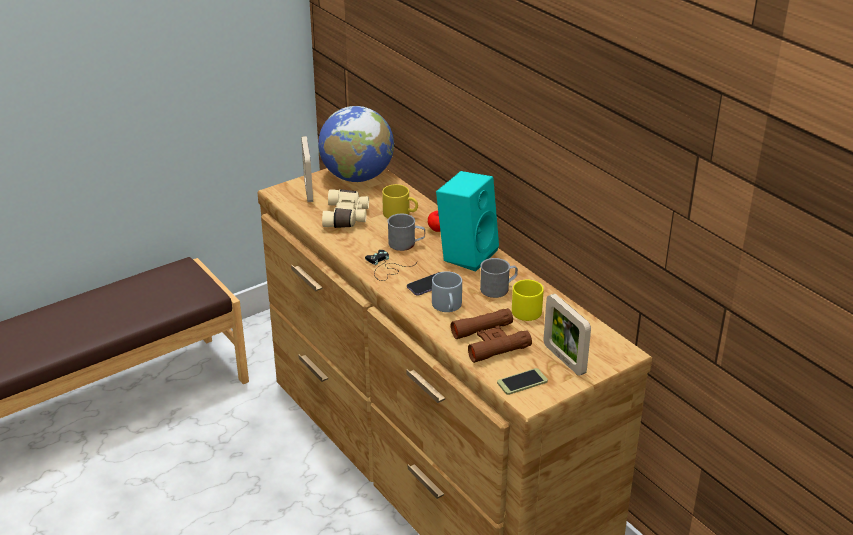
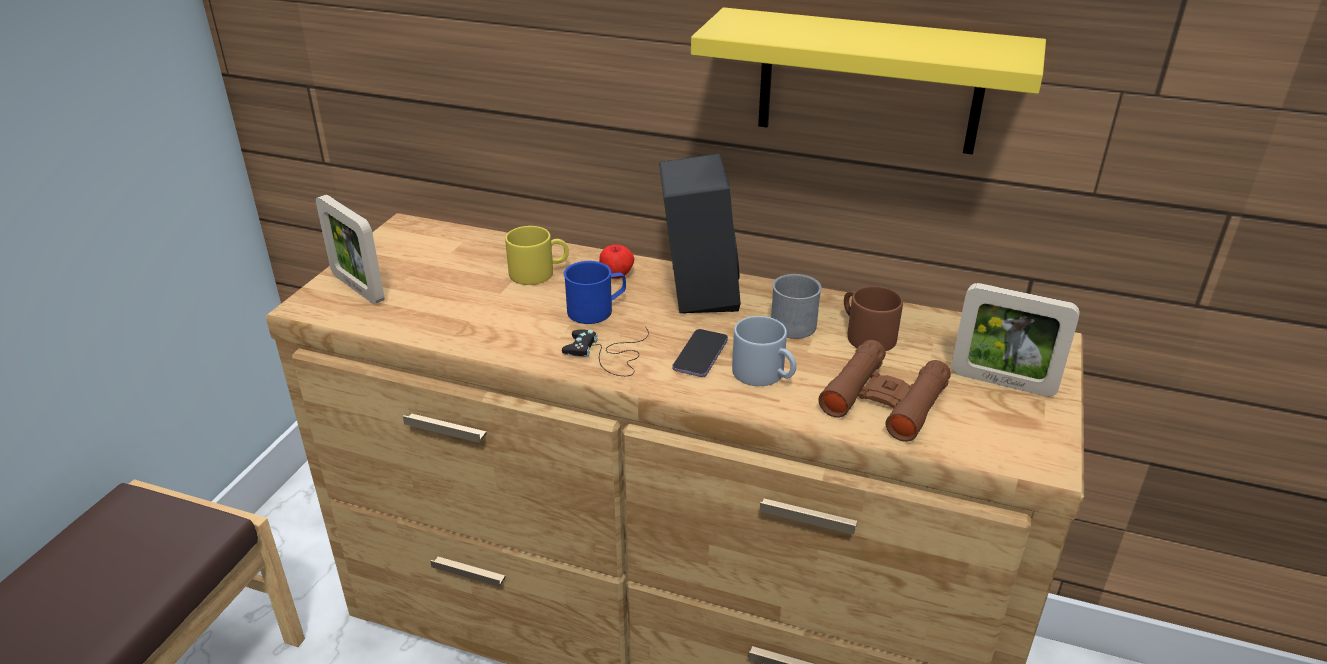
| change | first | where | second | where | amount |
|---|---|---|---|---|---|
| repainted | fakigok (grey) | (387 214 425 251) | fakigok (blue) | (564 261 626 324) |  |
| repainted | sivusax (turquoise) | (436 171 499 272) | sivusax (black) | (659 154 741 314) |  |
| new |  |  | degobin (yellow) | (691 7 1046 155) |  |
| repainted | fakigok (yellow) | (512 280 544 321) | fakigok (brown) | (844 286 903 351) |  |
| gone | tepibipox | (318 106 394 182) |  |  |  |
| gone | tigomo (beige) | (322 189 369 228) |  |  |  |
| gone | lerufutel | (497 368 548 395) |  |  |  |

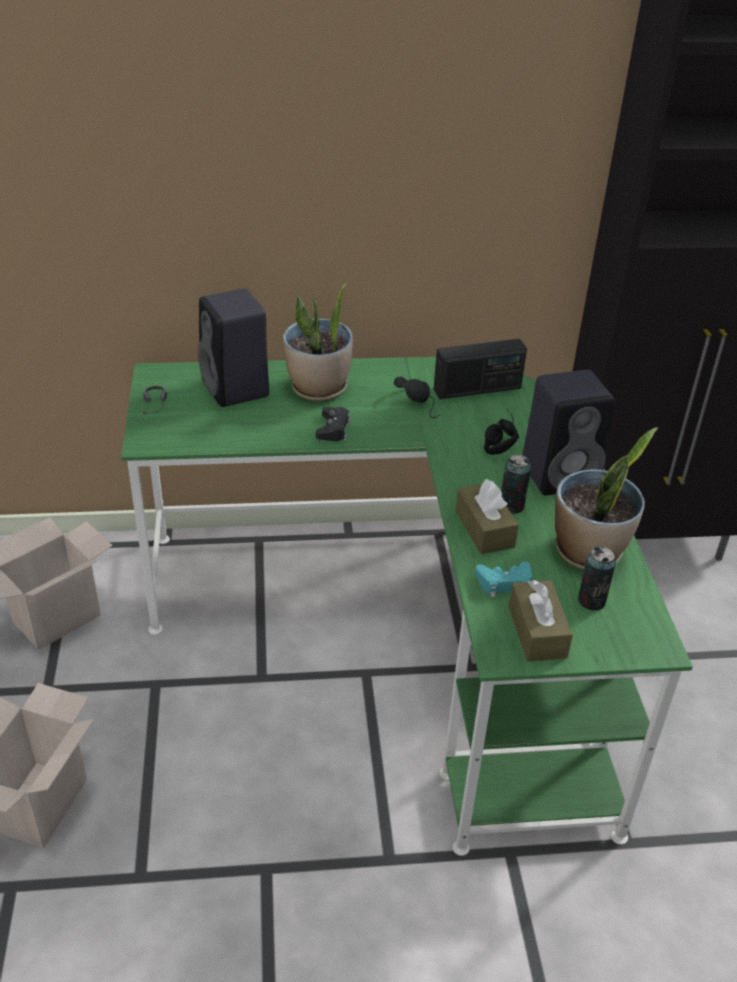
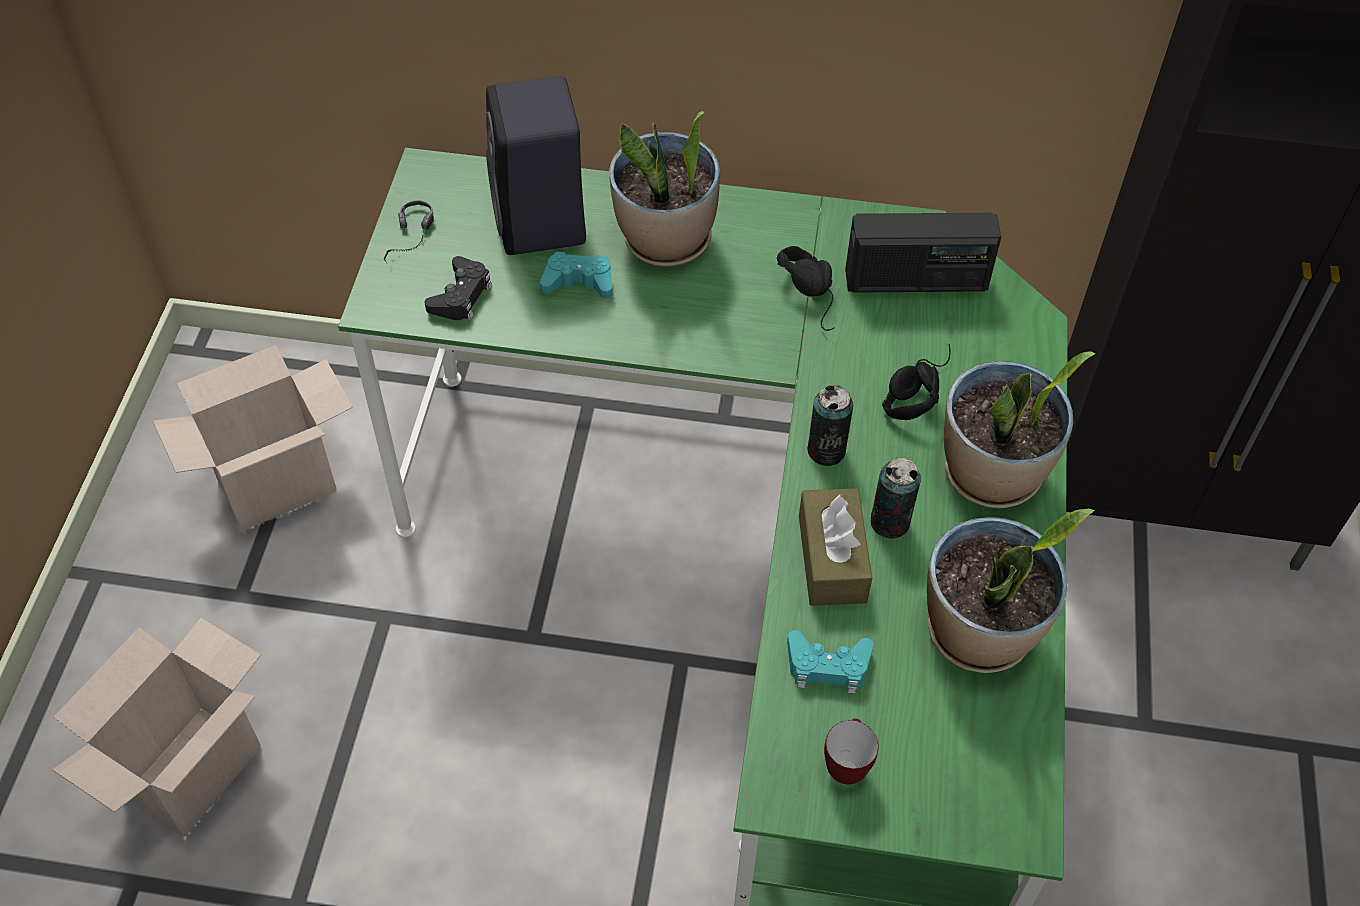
| change | first | where | second | where | amount |
|---|---|---|---|---|---|
| shifted | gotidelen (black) | (316 407 350 441) |  | (425 256 492 320) |  |
| new |  |  | gotidelen (turquoise) | (540 252 612 298) |  |
| shifted | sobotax | (578 546 616 610) |  | (807 385 853 466) |  |
| swapped | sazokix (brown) | (509 580 573 662) | fakigok | (824 718 879 784) |  |
| swapped | sivusax (black) | (522 369 615 495) | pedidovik | (944 351 1096 509) |  |

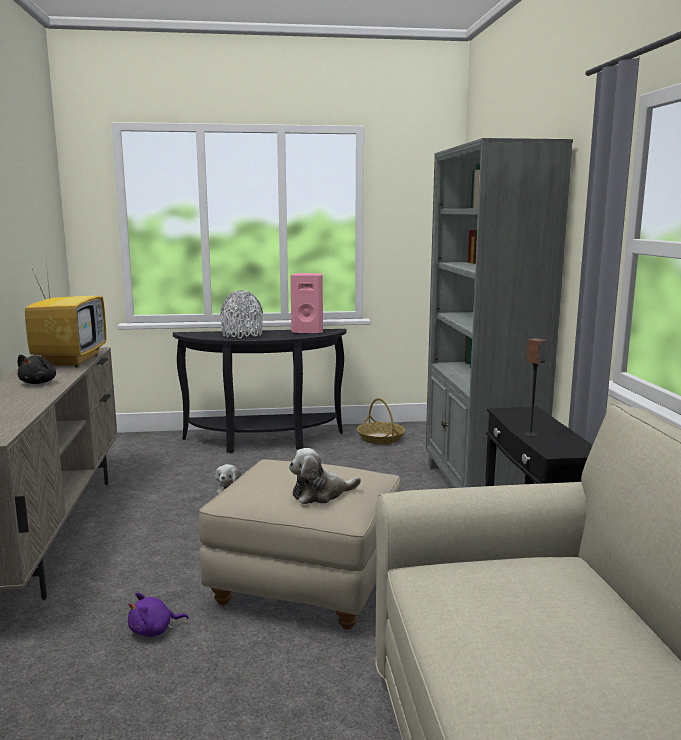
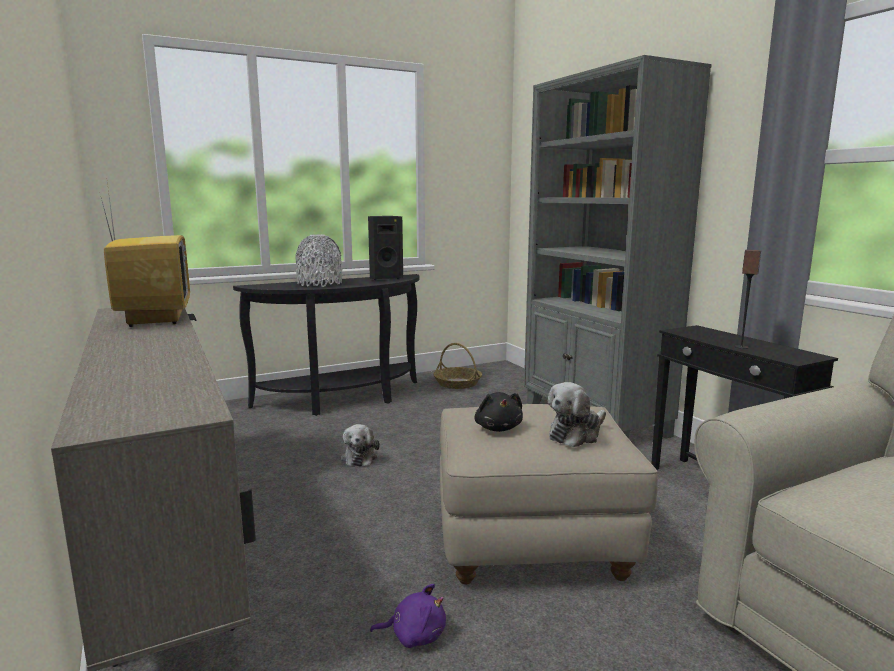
| change | first | where | second | where | amount |
|---|---|---|---|---|---|
| repainted | sivusax (pink) | (290 273 323 334) | sivusax (black) | (368 216 403 280) |  |
| rotated | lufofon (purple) | (128 592 189 637) |  | (370 584 446 648) | 135 degrees counterclockwise |
| shifted | lufofon (black) | (17 355 56 384) |  | (474 392 523 432) |  |

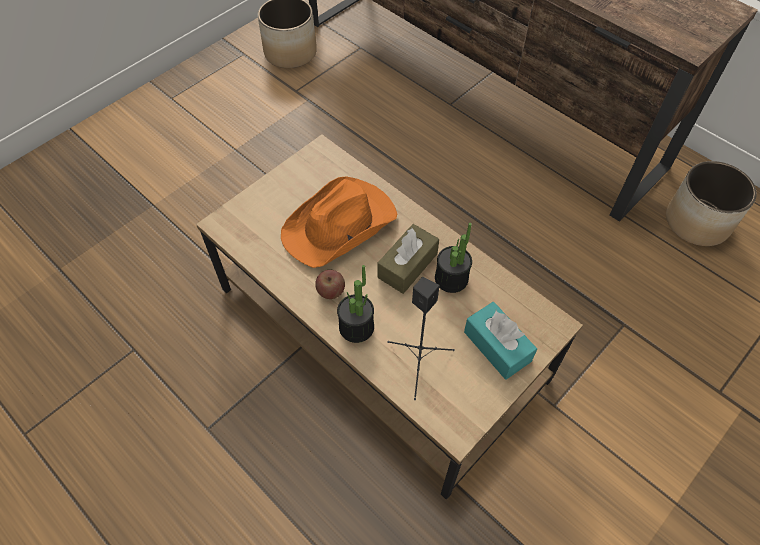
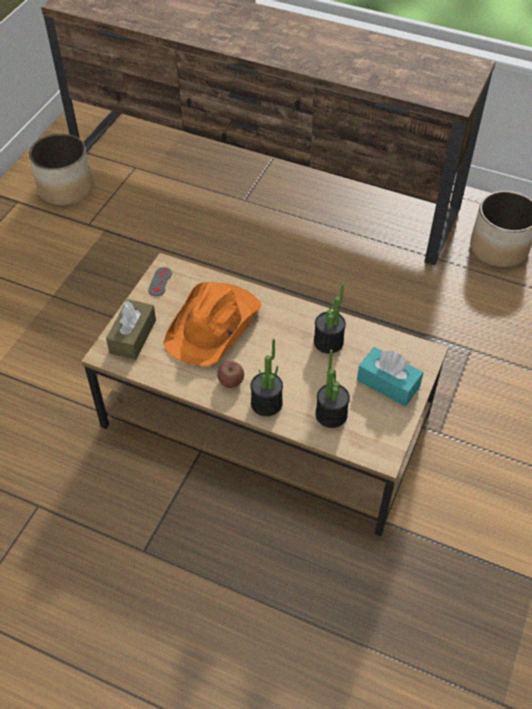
| change | first | where | second | where | amount |
|---|---|---|---|---|---|
| shifted | sazokix (brown) | (377 224 439 294) |  | (106 299 156 360) |  |
| new |  |  | gotidelen (grey) | (148 267 172 296) |  |
| swapped | sivusax (black) | (387 277 455 400) | pedidovik | (315 349 350 428) |  |

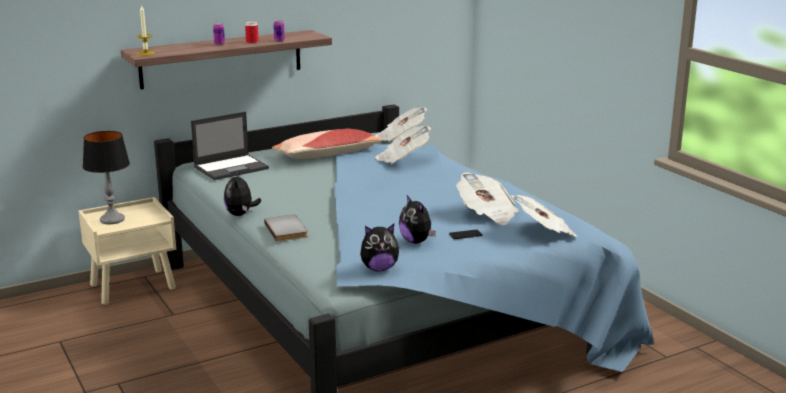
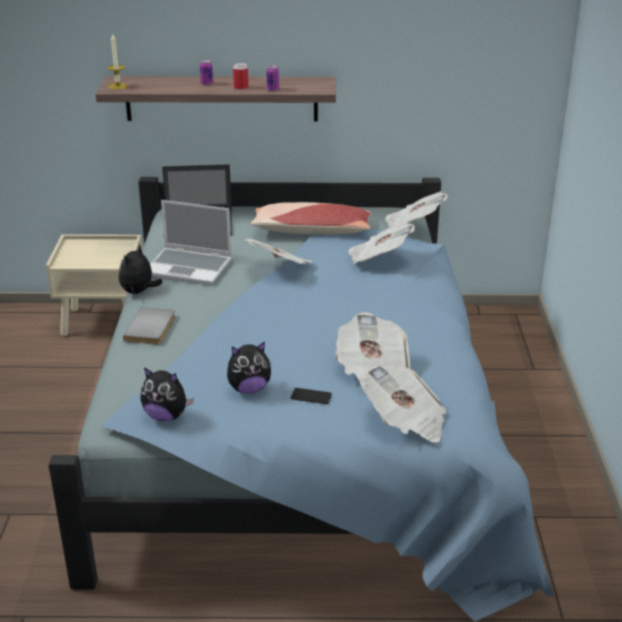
| change | first | where | second | where | amount |
|---|---|---|---|---|---|
| new |  |  | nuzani | (150 200 232 285) |  |
| rotated | lufofon | (399 195 436 243) |  | (227 341 271 394) | 105 degrees counterclockwise |
| new |  |  | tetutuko | (245 239 313 264) |  |
| gone | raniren | (82 131 130 224) |  |  |  |

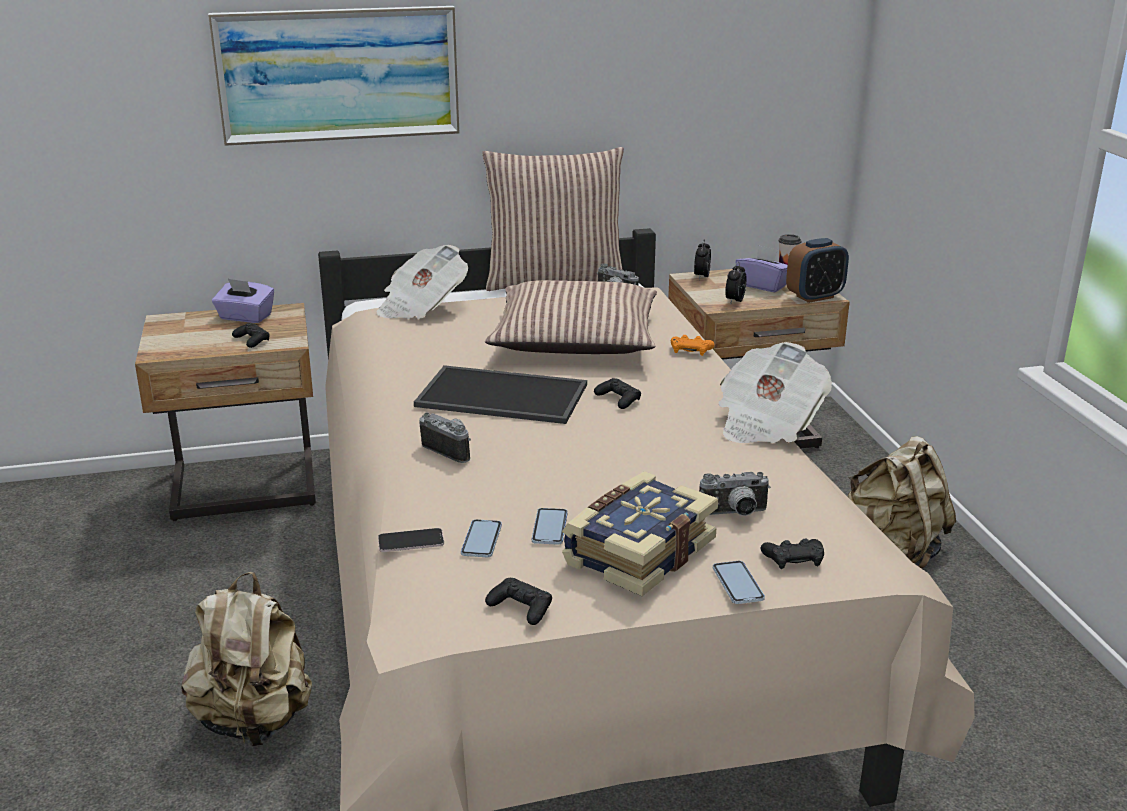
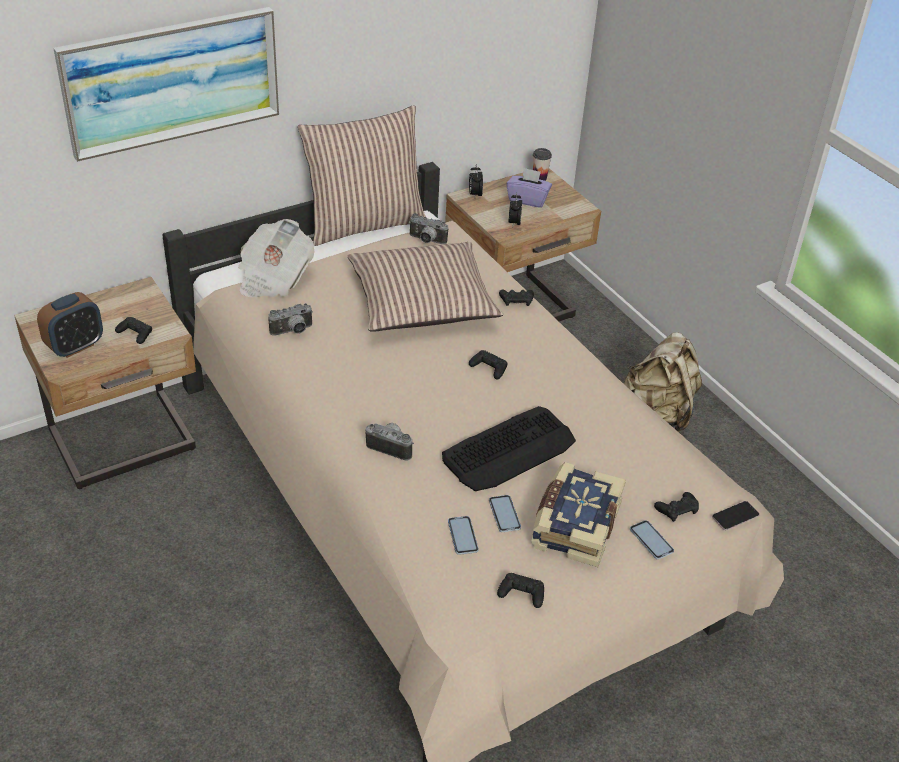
| change | first | where | second | where | amount |
|---|---|---|---|---|---|
| shifted | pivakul | (786 238 849 303) |  | (37 292 103 358) |  |
| shifted | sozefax | (699 472 770 516) |  | (268 303 313 336) |  |
| new |  |  | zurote | (442 406 576 491) |  |
| repainted | gotidelen (orange) | (671 335 715 356) | gotidelen (black) | (499 290 534 306) |  |
| shifted | lerufutel | (378 528 444 552) |  | (712 501 760 530) |  |
| gone | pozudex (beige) | (181 572 312 747) |  |  |  |
| gone | sazokix (purple) | (212 279 274 323) |  |  |  |
| gone | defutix | (414 365 587 424) |  |  |  |
| gone | tetutuko | (718 342 832 443) |  |  |  |

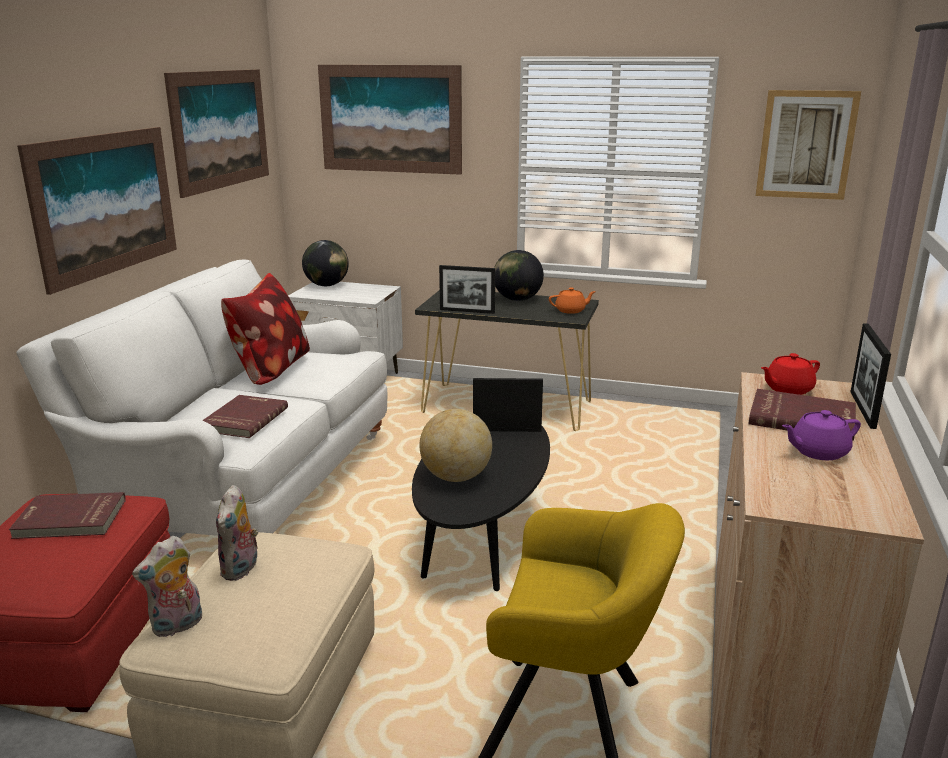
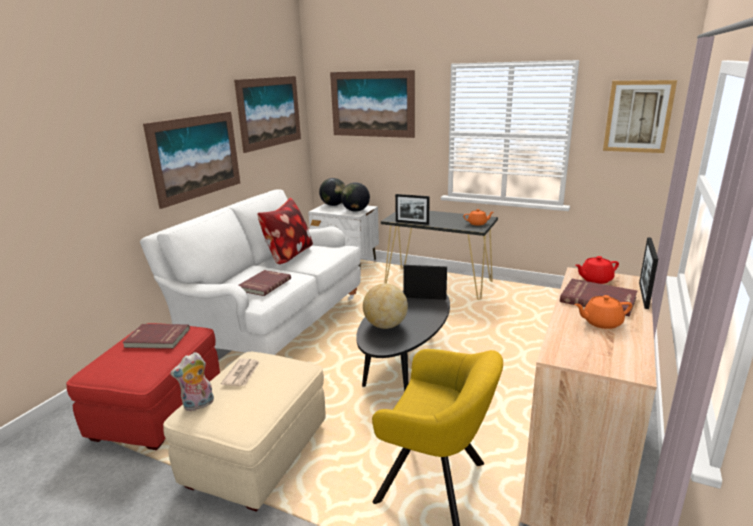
| change | first | where | second | where | amount |
|---|---|---|---|---|---|
| swapped | lufofon | (216 485 258 581) | tetutuko | (221 358 260 387) |  |
| shifted | tepibipox | (494 250 544 301) |  | (341 182 370 212) |  |
| repainted | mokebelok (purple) | (782 410 861 460) | mokebelok (orange) | (574 295 632 329) |  |

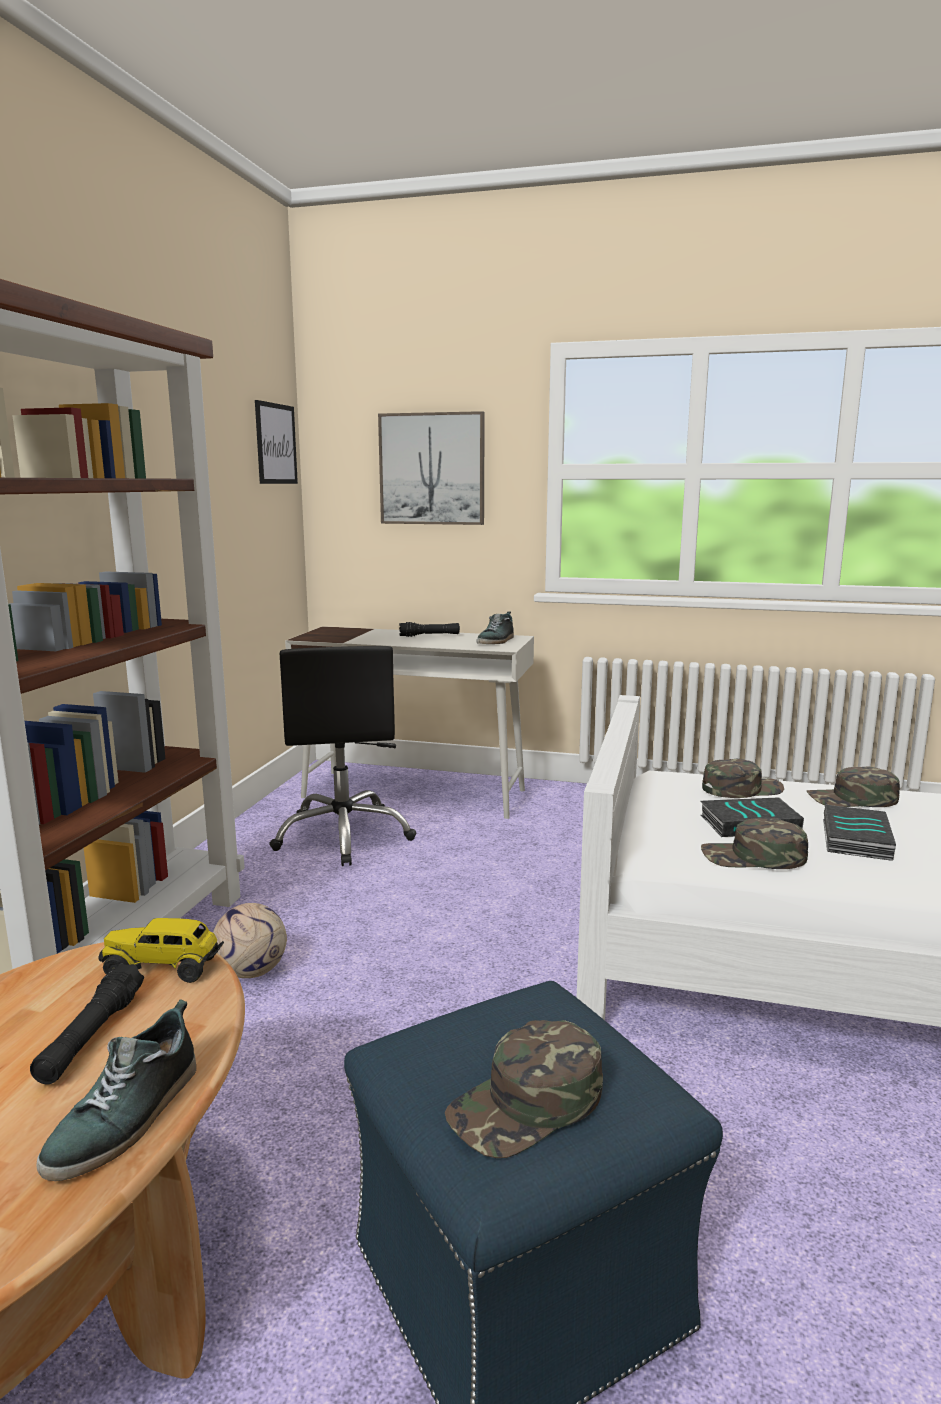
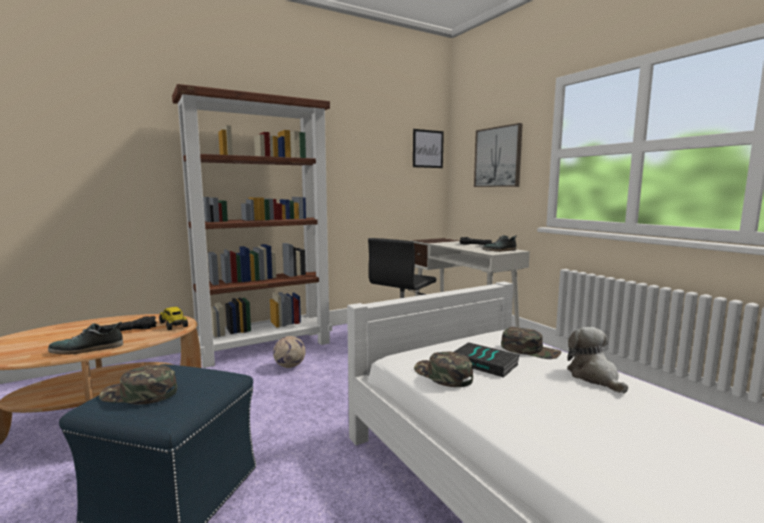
| change | first | where | second | where | amount |
|---|---|---|---|---|---|
| swapped | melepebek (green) | (807 767 900 807) | lufofon | (567 327 628 394) |  |
| gone | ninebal | (823 804 896 861) |  |  |  |

